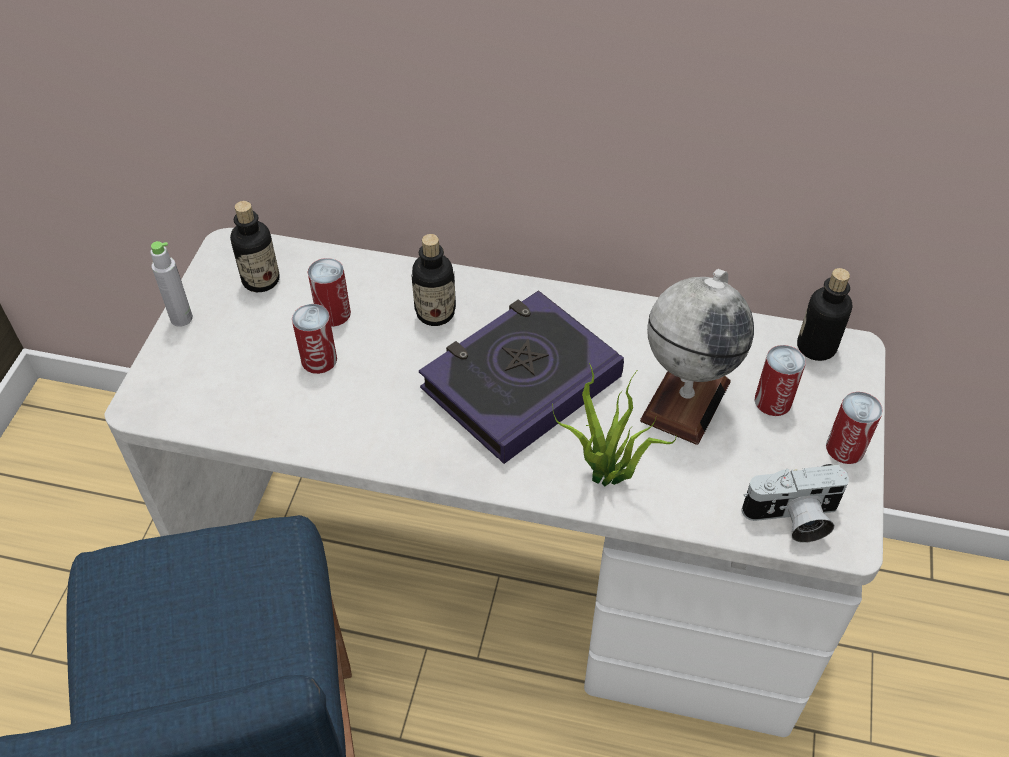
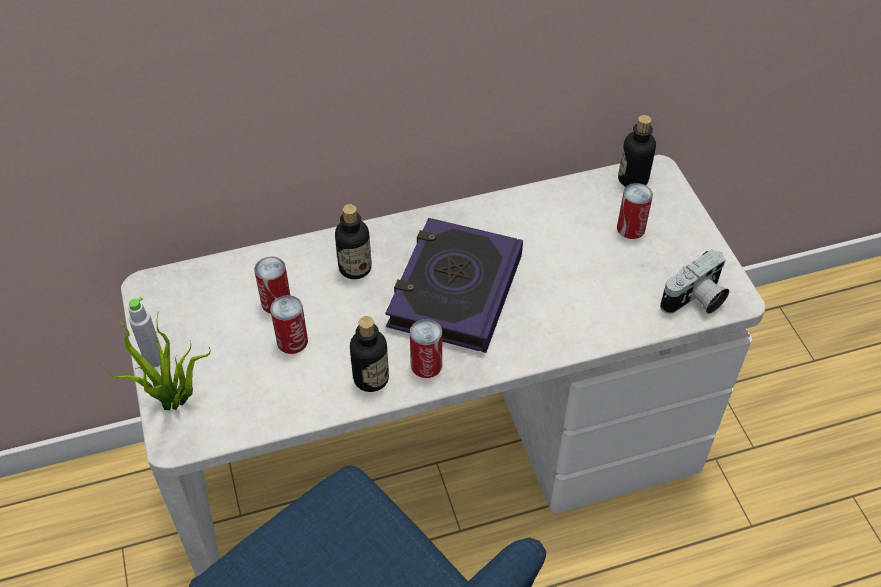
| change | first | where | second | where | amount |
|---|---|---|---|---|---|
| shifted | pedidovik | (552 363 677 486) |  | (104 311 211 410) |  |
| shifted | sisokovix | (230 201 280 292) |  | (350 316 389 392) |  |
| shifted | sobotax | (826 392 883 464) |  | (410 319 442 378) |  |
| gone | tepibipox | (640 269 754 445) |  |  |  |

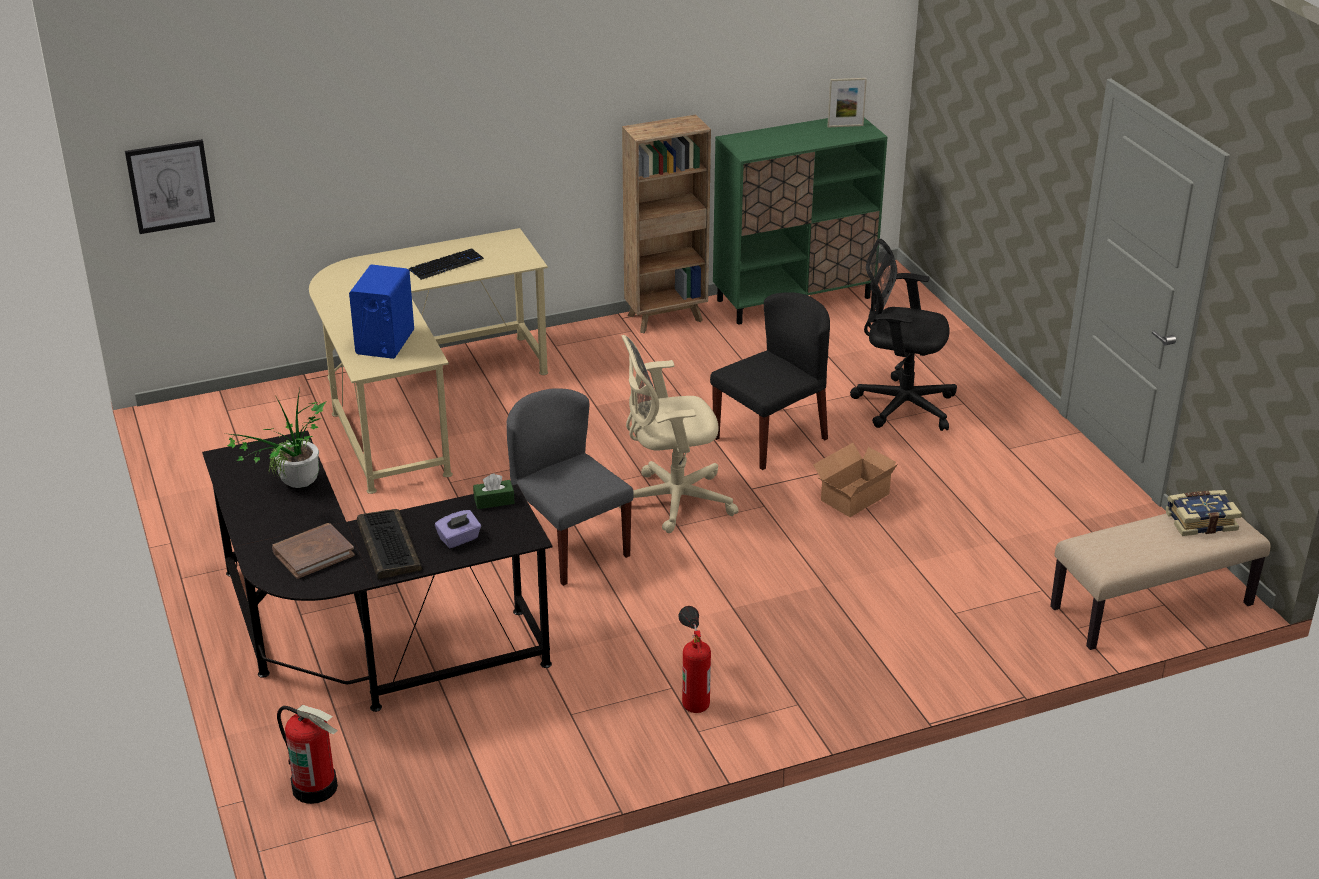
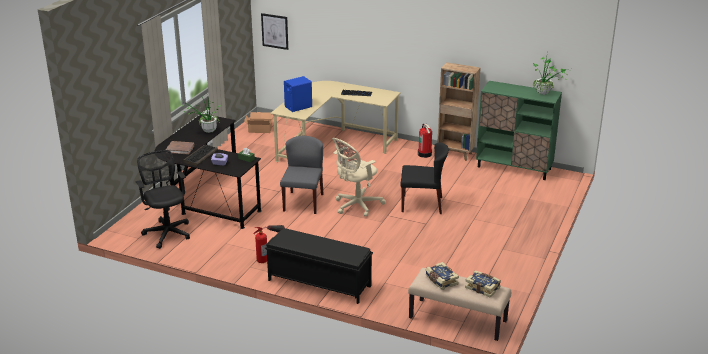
| change | first | where | second | where | amount |
|---|---|---|---|---|---|
| shifted | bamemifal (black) | (850 239 957 431) |  | (135 150 190 249) |  |
| shifted | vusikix | (813 443 898 517) |  | (244 112 273 133) |  |
| new |  |  | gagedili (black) | (265 228 373 304) |  |
| rotated | bamemifal (beige) | (619 335 739 533) |  | (332 138 386 217) | 75 degrees counterclockwise |
| shifted | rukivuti | (277 705 338 804) |  | (418 124 432 158) |  |
| new |  |  | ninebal | (426 262 459 290) |  |
| swapped | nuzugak | (827 78 867 127) | pedidovik | (532 53 569 95) |  |

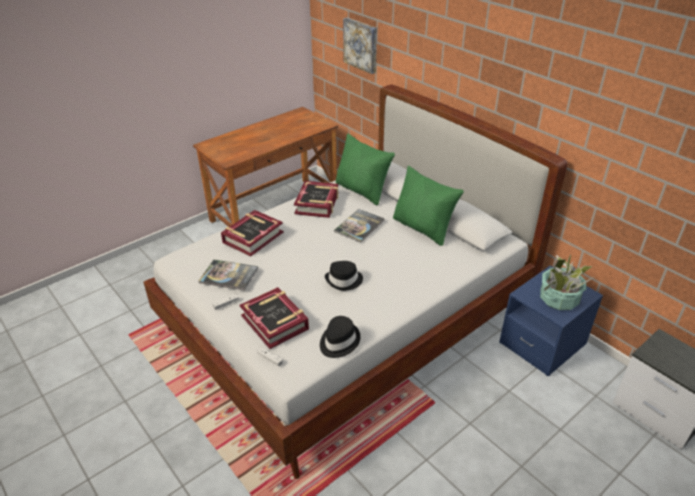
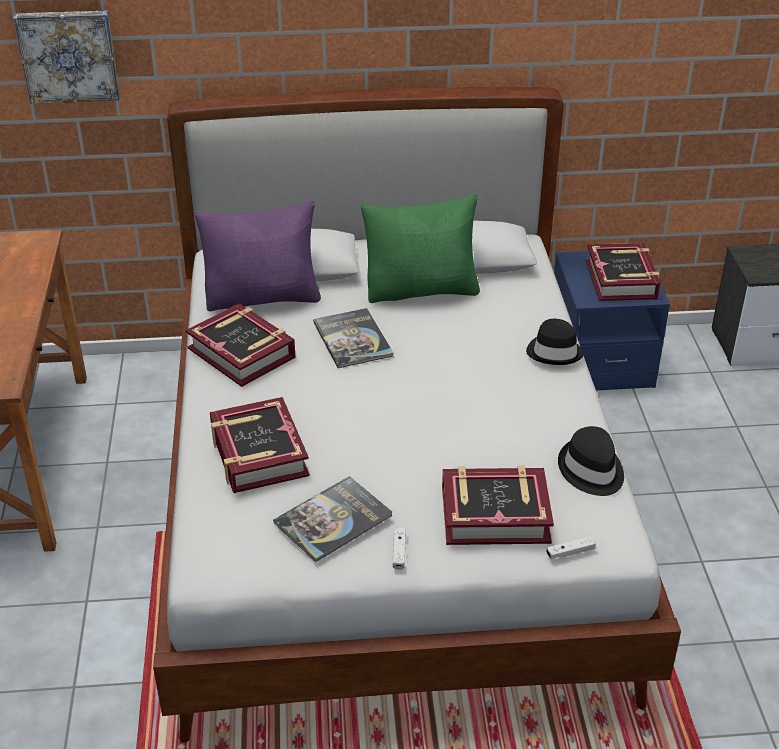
| change | first | where | second | where | amount |
|---|---|---|---|---|---|
| repainted | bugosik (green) | (336 133 395 205) | bugosik (purple) | (195 200 321 311) |  |
| shifted | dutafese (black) | (325 261 363 291) |  | (526 319 584 365) |  |
| swapped | pedidovik | (540 255 594 310) | ninebal | (586 243 661 301) |  |

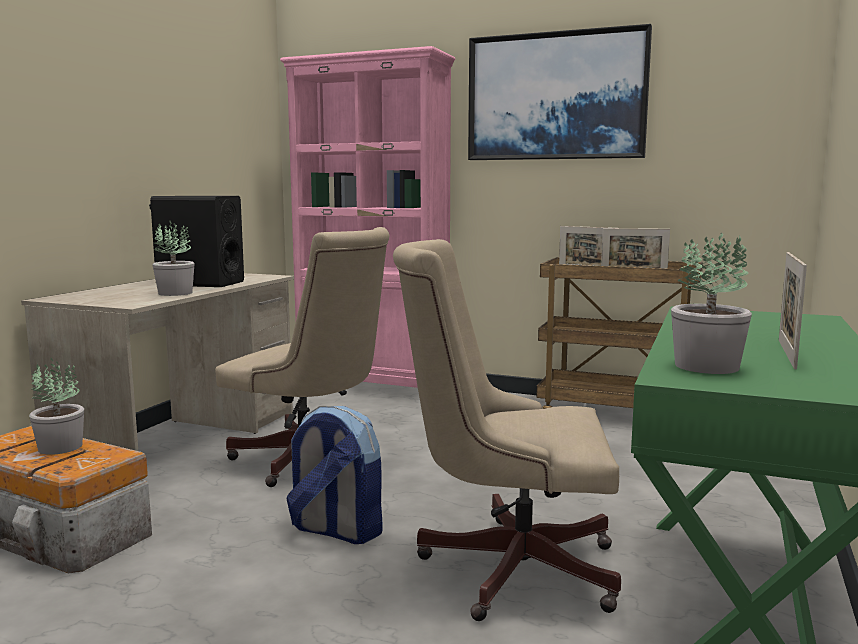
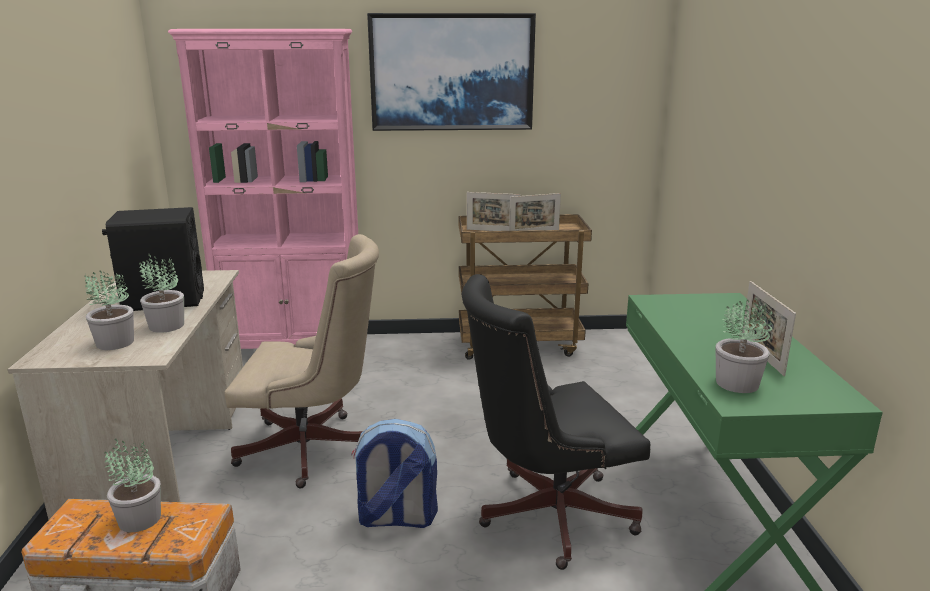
| change | first | where | second | where | amount |
|---|---|---|---|---|---|
| new |  |  | pedidovik | (85 270 134 350) |  |
| repainted | bamemifal (beige) | (393 239 621 621) | bamemifal (black) | (462 274 650 570) |  |

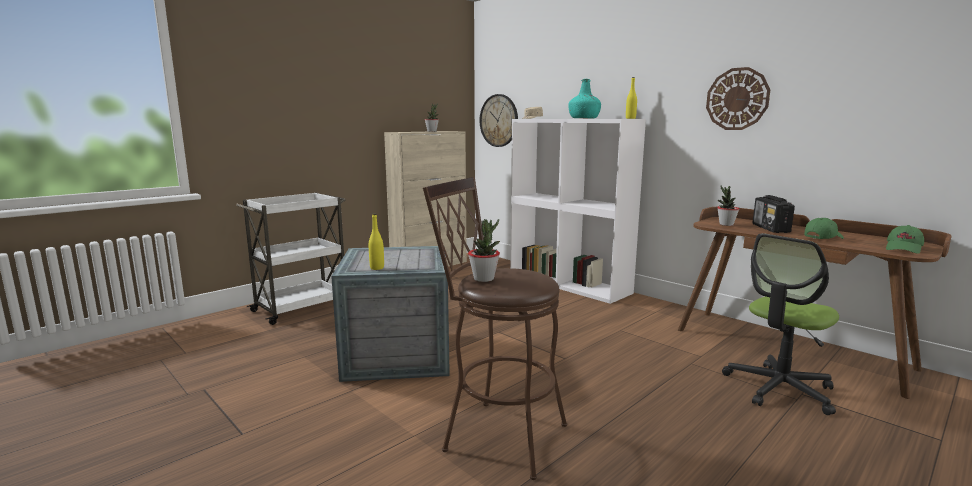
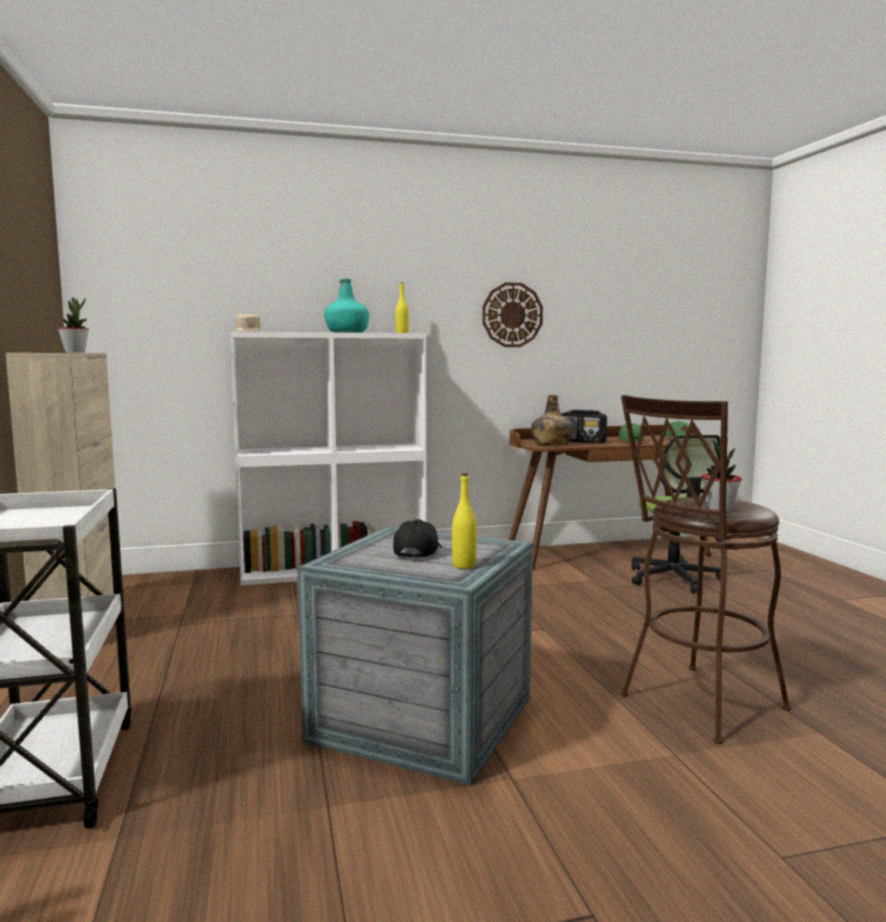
| change | first | where | second | where | amount |
|---|---|---|---|---|---|
| new |  |  | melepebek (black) | (393 519 442 558) |  |
| swapped | pedidovik | (717 186 739 226) | sisokovix (green) | (531 395 573 446) |  |
| gone | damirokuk | (480 94 518 147) |  |  |  |

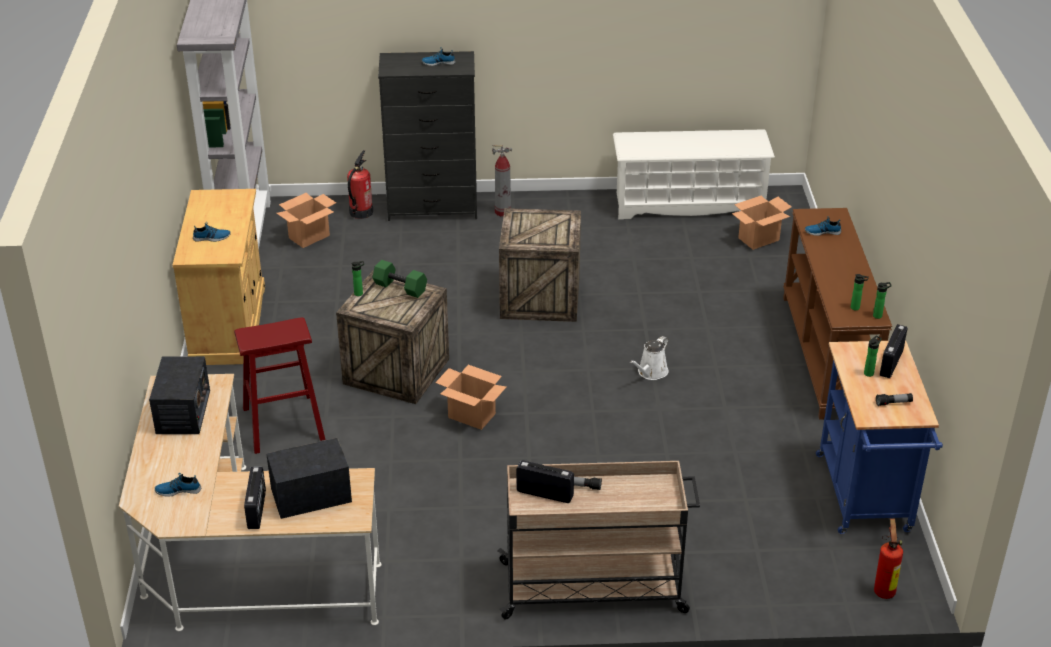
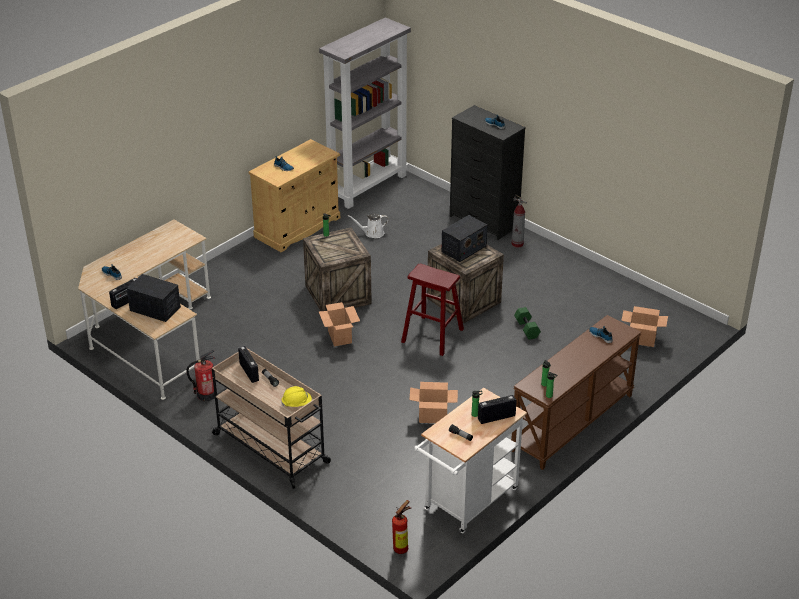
| change | first | where | second | where | amount |
|---|---|---|---|---|---|
| shifted | rukivuti | (347 150 373 219) |  | (186 350 216 401) |  |
| new |  |  | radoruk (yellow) | (281 386 312 407) |  |
| shifted | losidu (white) | (630 336 668 380) |  | (348 214 389 238) |  |
| shifted | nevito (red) | (234 317 325 454) |  | (401 264 464 356) |  |
| shifted | vusikix | (276 193 336 248) |  | (409 382 458 423) |  |
| repainted | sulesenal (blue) | (816 340 943 534) | sulesenal (white) | (414 388 527 533) |  |
| shifted | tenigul | (149 356 210 434) |  | (441 215 487 262) |  |
| shifted | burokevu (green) | (372 260 427 298) |  | (514 307 541 340) |  |
| gone | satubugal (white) | (613 129 775 220) |  |  |  |

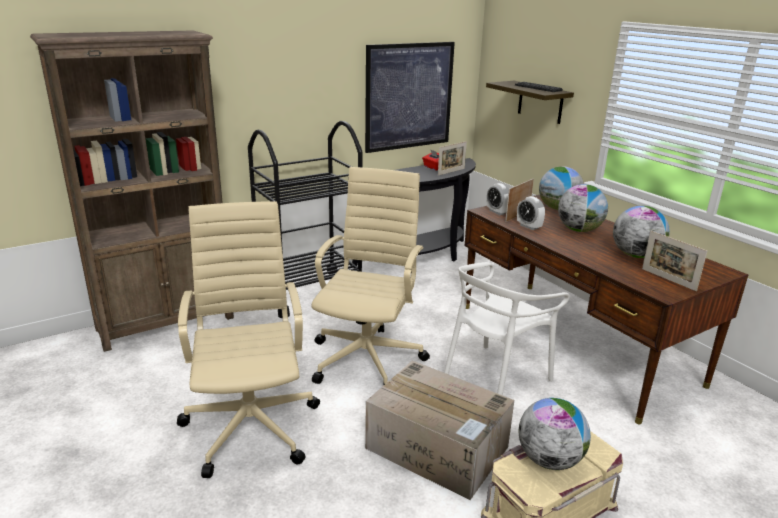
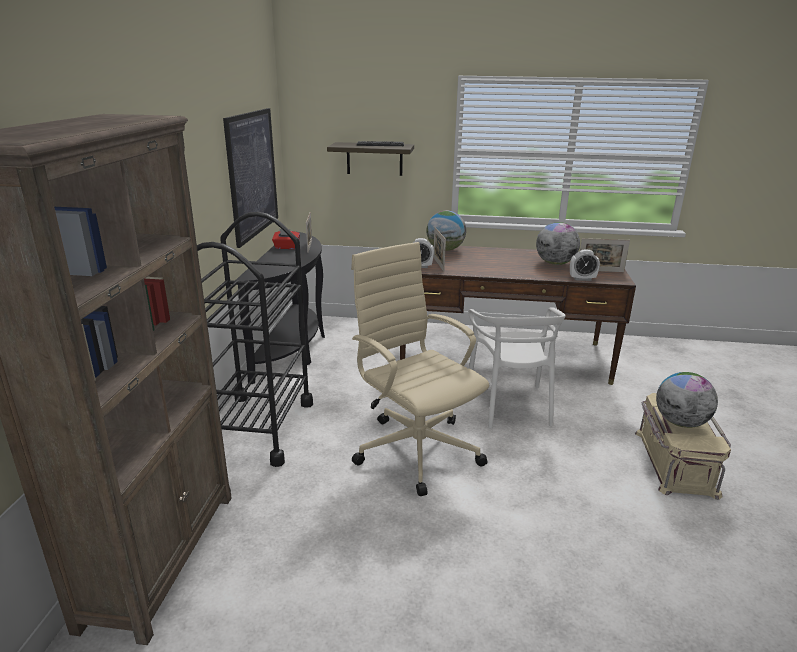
| change | first | where | second | where | amount |
|---|---|---|---|---|---|
| shifted | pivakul | (517 196 545 230) |  | (570 250 600 281) |  |
| gone | bamemifal (beige) | (177 201 320 478) |  |  |  |
| gone | vusikix | (365 361 514 500) |  |  |  |
| gone | tepibipox | (558 184 608 232) |  |  |  |

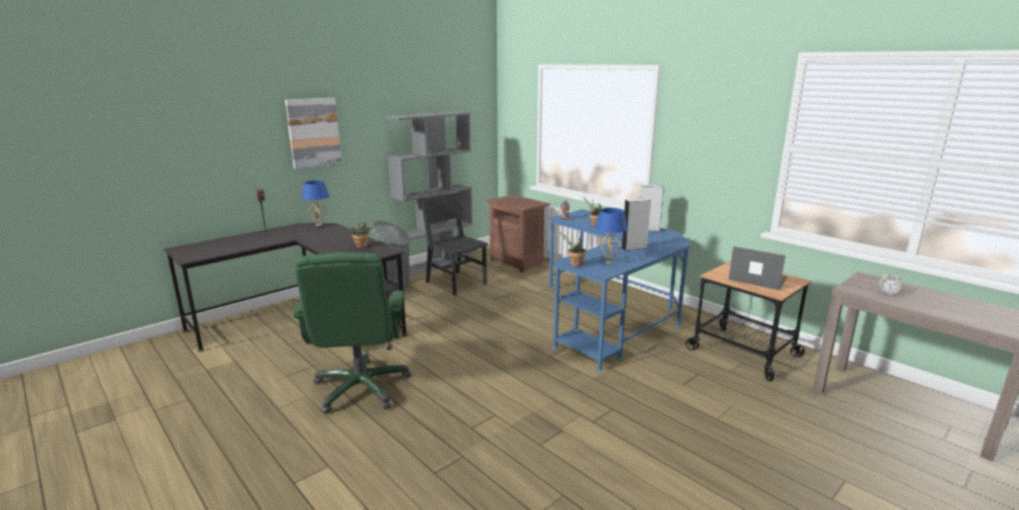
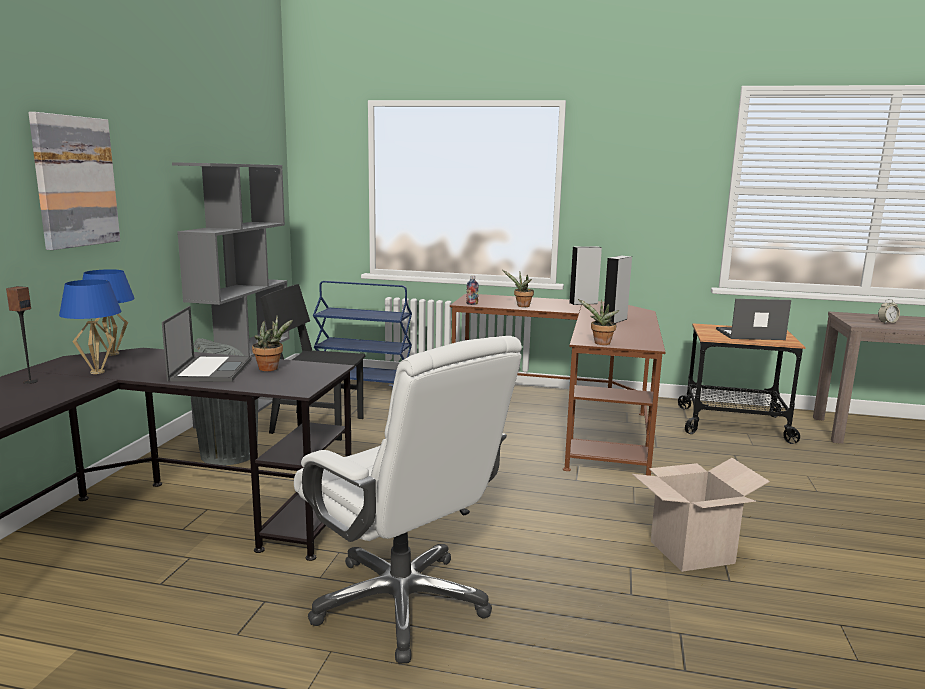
| change | first | where | second | where | amount |
|---|---|---|---|---|---|
| shifted | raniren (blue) | (595 208 628 264) |  | (59 280 121 374) |  |
| new |  |  | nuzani | (162 306 252 382) |  |
| repainted | bamemifal (green) | (293 252 411 414) | bamemifal (white) | (294 336 522 664) |  |
| swapped | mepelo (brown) | (487 195 550 273) | sulesenal (blue) | (313 281 412 389) |  |
| repainted | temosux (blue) | (548 209 691 372) | temosux (brown) | (450 293 665 476) |  |
| new |  |  | vusikix | (632 458 770 572) |  |

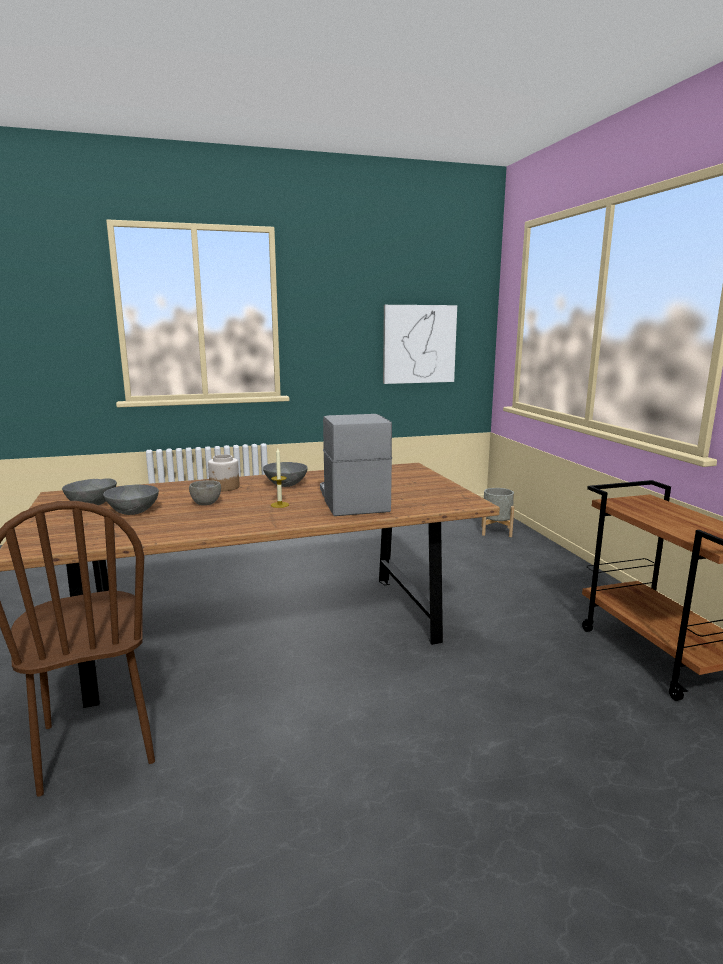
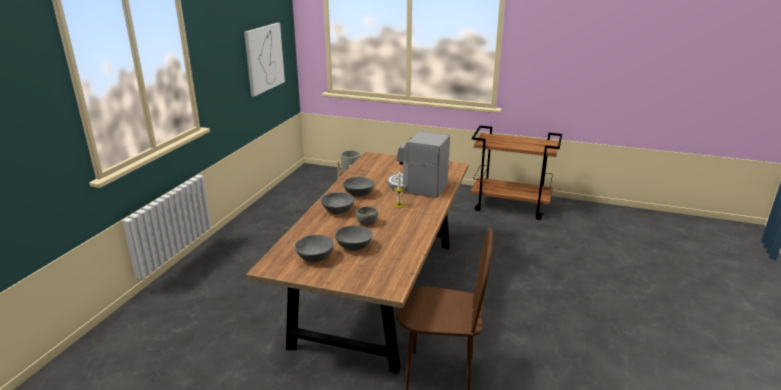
| change | first | where | second | where | amount |
|---|---|---|---|---|---|
| swapped | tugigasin | (208 454 240 491) | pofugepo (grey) | (321 192 354 214) |  |

